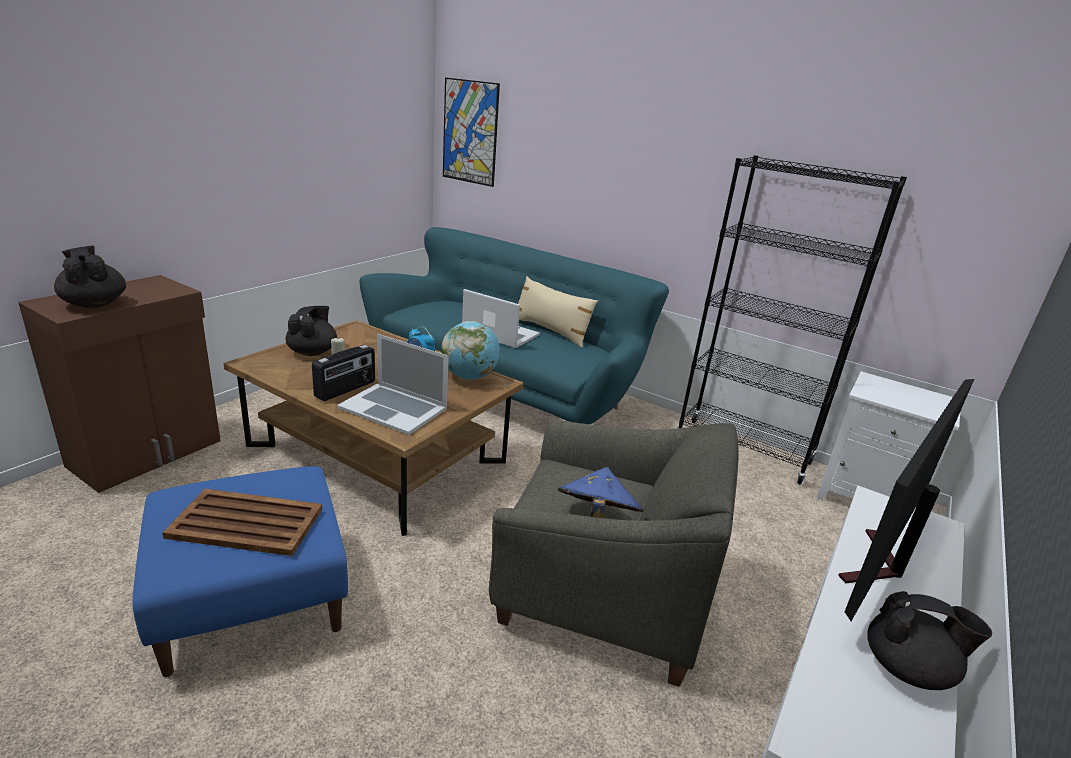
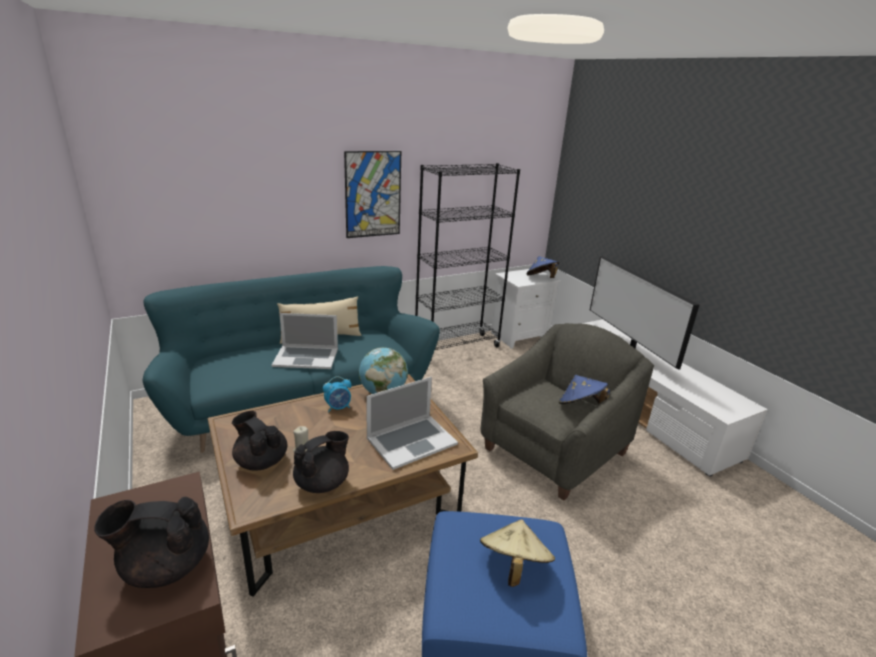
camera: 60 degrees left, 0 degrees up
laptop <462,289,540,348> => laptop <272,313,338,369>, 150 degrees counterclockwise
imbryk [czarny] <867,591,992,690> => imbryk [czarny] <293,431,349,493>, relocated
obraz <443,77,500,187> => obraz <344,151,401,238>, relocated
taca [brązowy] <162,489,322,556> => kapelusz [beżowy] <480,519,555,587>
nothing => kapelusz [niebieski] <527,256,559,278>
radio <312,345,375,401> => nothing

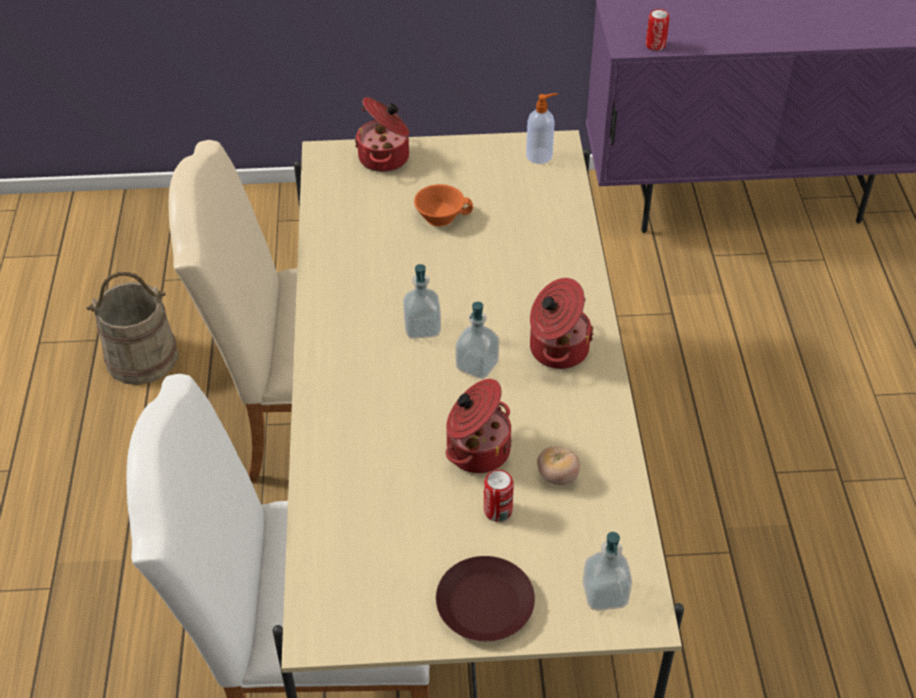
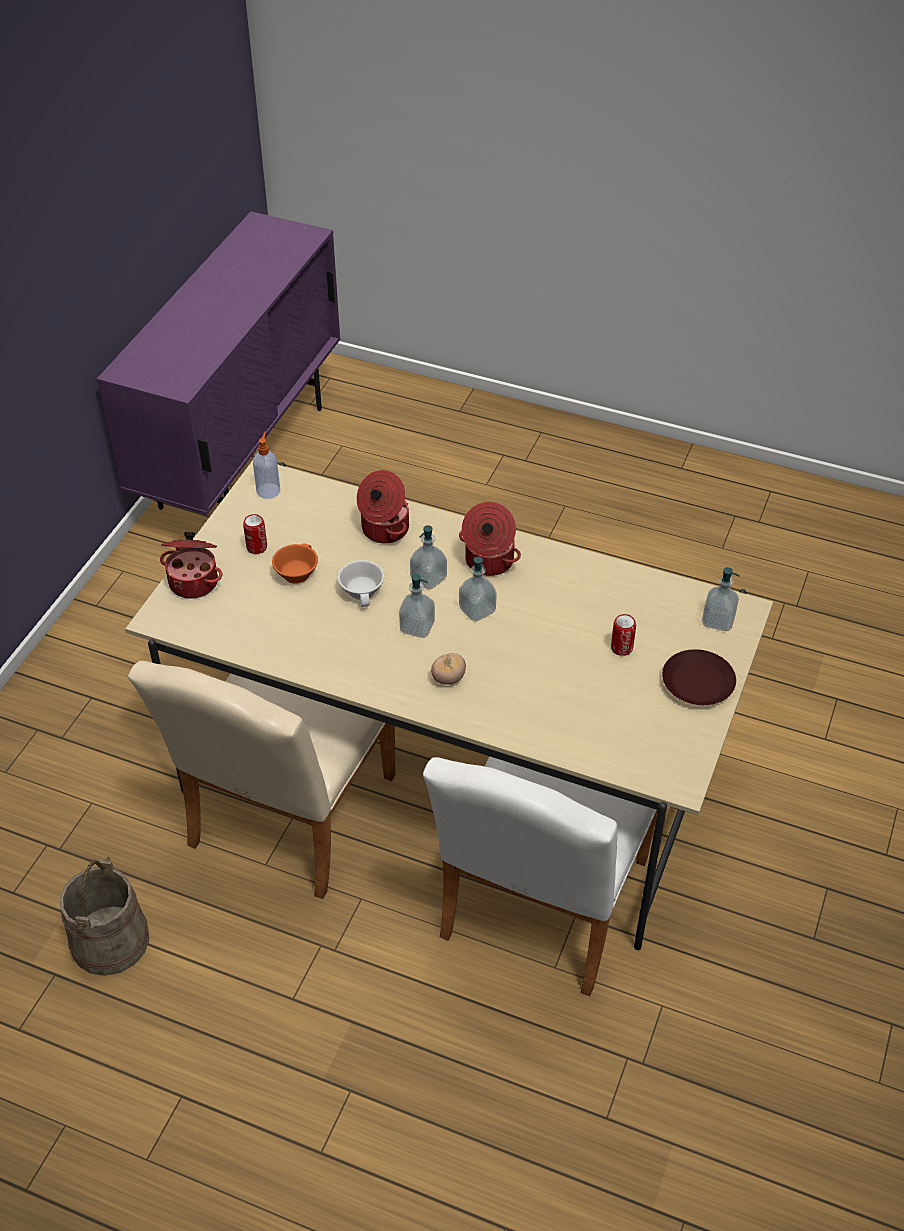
camera: 65 degrees left, 0 degrees up
puszka <646,9,669,51> => puszka <243,514,267,554>, relocated
nothing => filiżanka [biały] <338,560,384,607>
garnek <446,379,512,473> => garnek <357,470,409,543>, relocated
nothing => dozownik mydła <410,525,447,590>
pomidor <537,446,580,485> => pomidor <431,653,466,685>, relocated

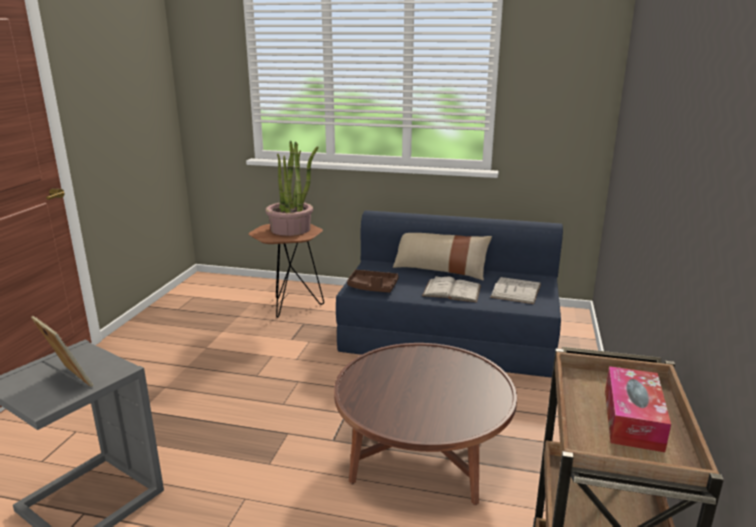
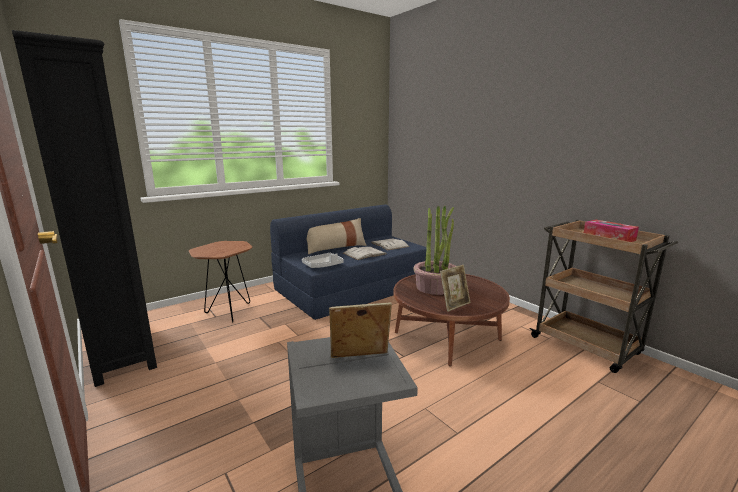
camera: 50 degrees left, 5 degrees down
nothing => regał [czarny] <12,30,157,387>
taca [brązowy] <347,270,399,293> => taca [szary] <302,253,344,268>
roślina doniczkowa <265,141,318,236> => roślina doniczkowa <413,205,456,295>, relocated
nothing => ramka na zdjęcie <440,265,471,312>

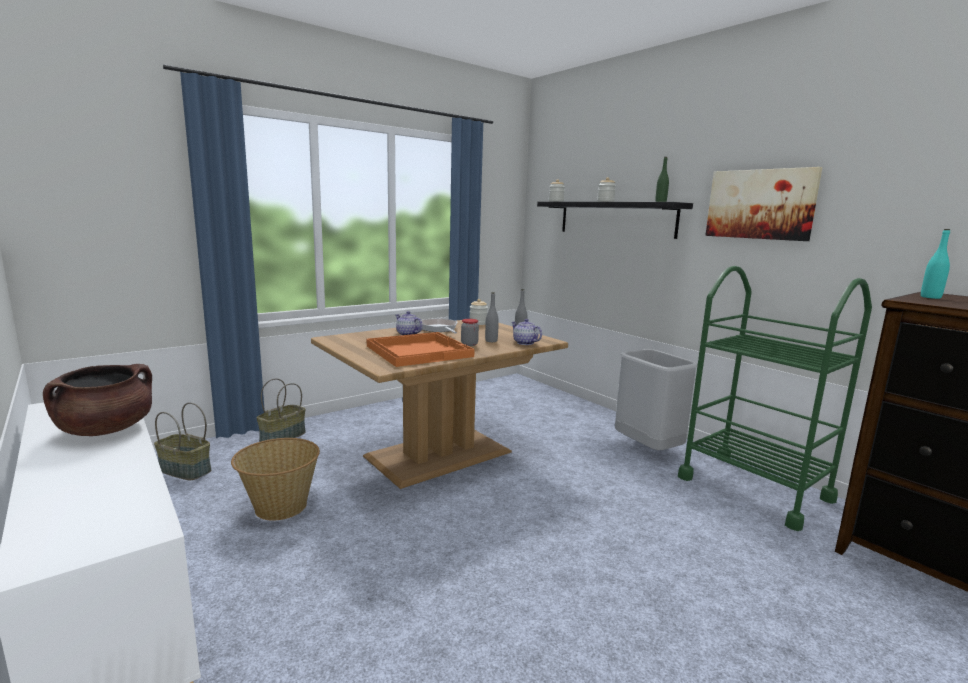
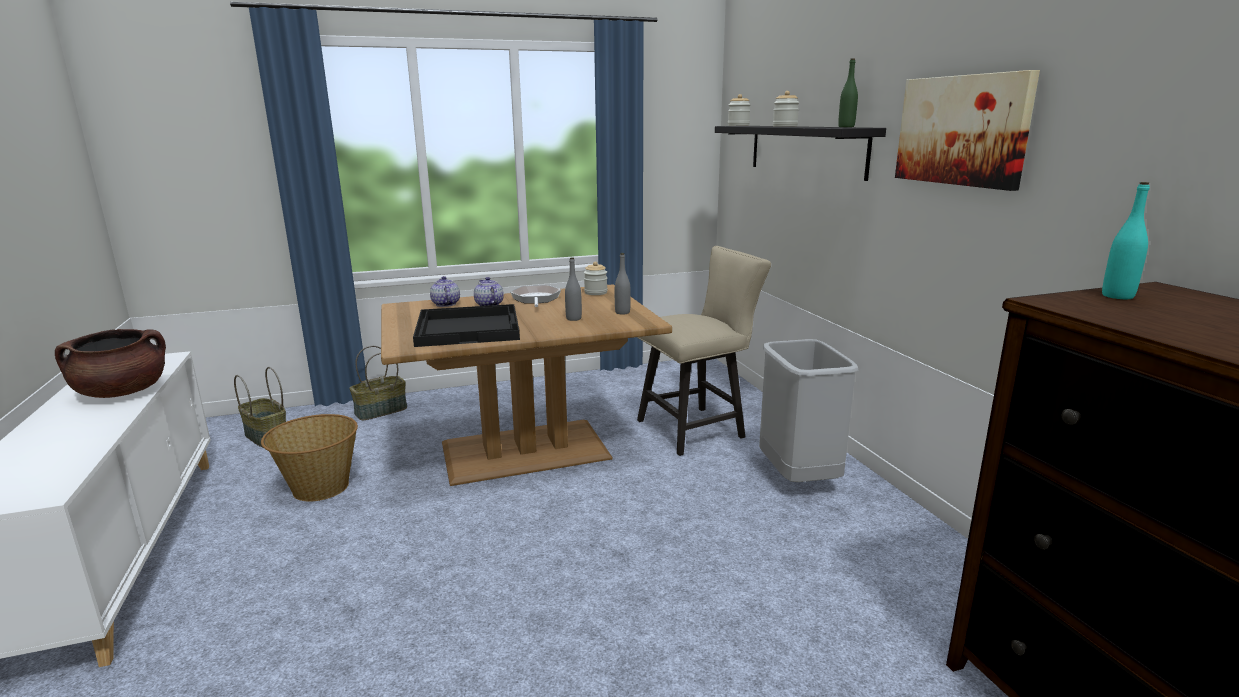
camera: 20 degrees right, 5 degrees up
taca [pomarańczowy] <367,332,475,367> => taca [czarny] <413,304,520,347>
imbryk <511,319,542,345> => imbryk <430,276,460,307>, relocated
nothing => krzesło [beżowy] <637,246,771,456>
słoik <461,319,479,346> => nothing
wózek [zielony] <678,266,872,531> => nothing

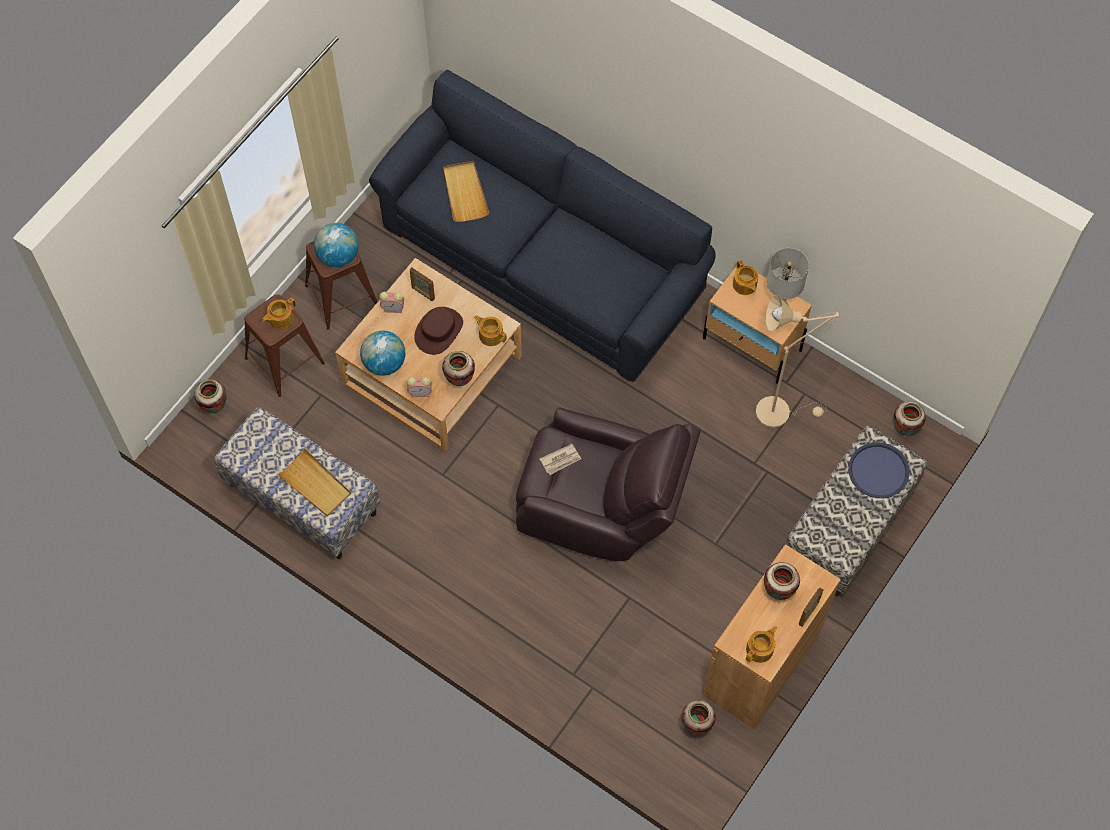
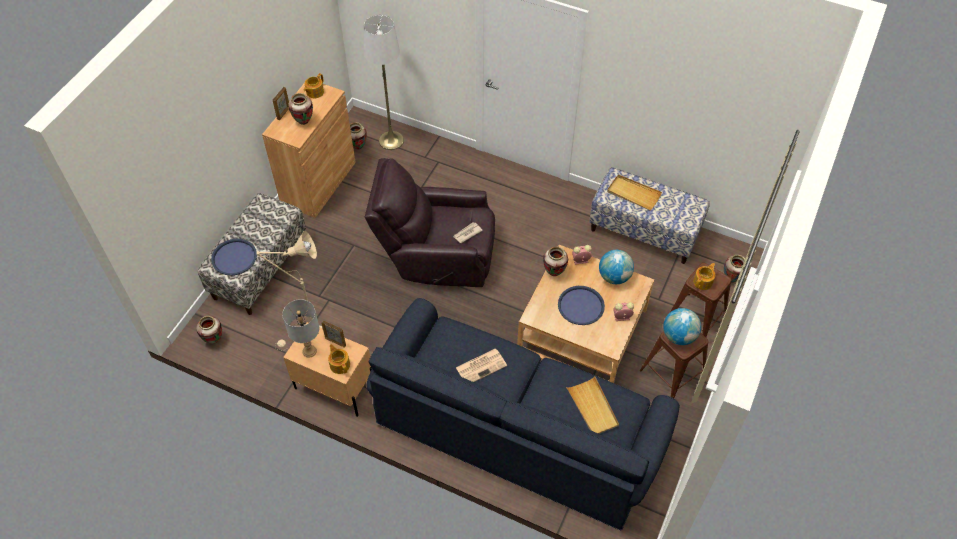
camera: 170 degrees right, 10 degrees down
ramka na zdjęcie <410,267,435,301> => ramka na zdjęcie <321,321,346,348>, relocated
nothing => lampa stojąca [biały] <364,15,404,150>
nothing => gazeta <456,349,507,382>
kapelusz [brązowy] <414,307,463,355> => taca [niebieski] <558,286,605,325>
imbryk <474,315,507,346> => nothing

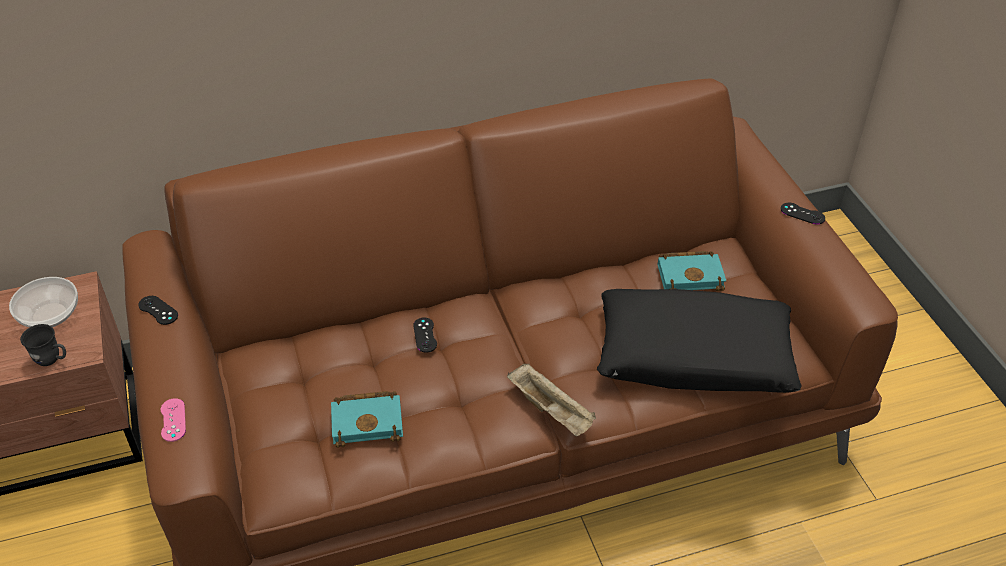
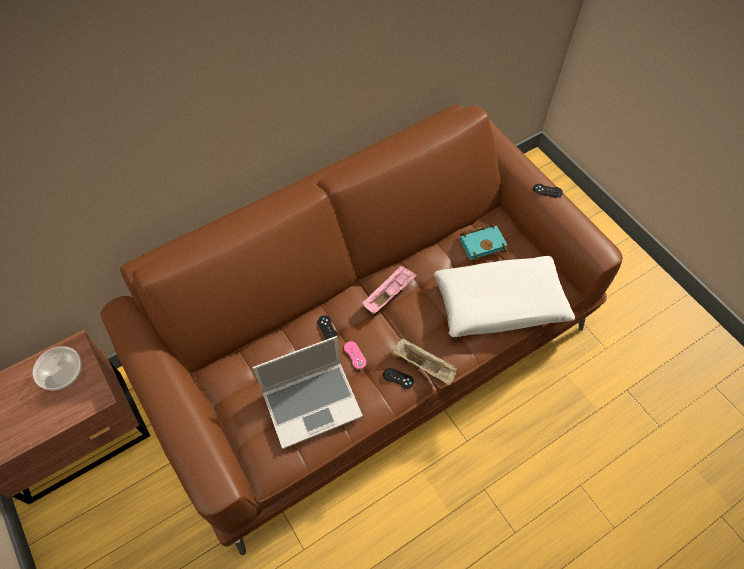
camera: 15 degrees left, 15 degrees up
książka [turkusowy] <331,391,403,448> => laptop <253,336,363,449>
pad do gier [różowy] <161,398,186,442> => pad do gier [różowy] <344,341,366,369>, relocated
nothing => taca [różowy] <363,265,417,314>
pad do gier [czarny] <138,296,178,325> => pad do gier [czarny] <383,368,414,389>, relocated
poduszka [czarny] <597,289,802,393> => poduszka [biały] <434,256,575,337>
kubek [szary] <20,324,66,366> => nothing

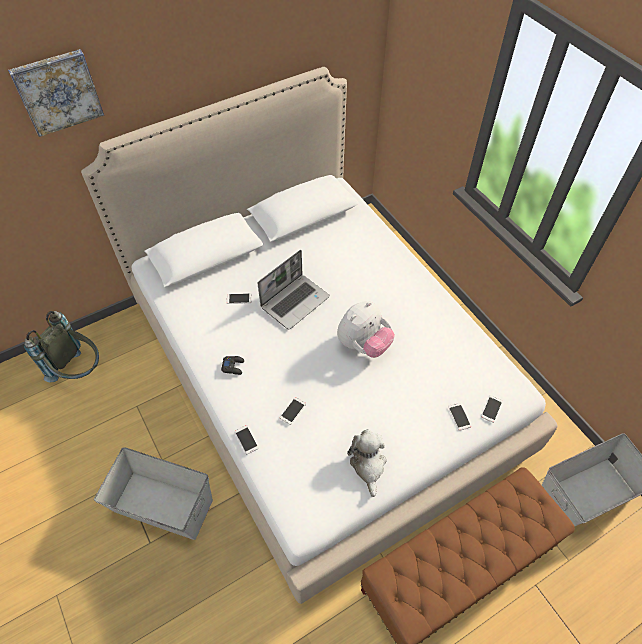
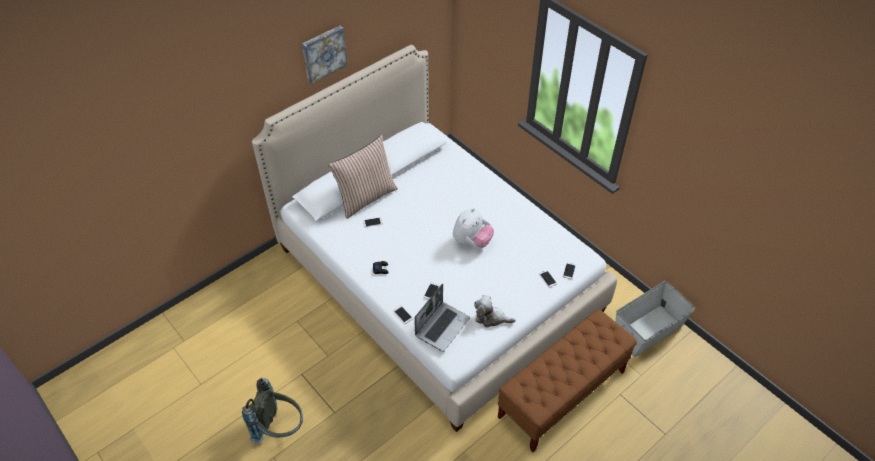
camera: 10 degrees left, 5 degrees down
plecak [szary] <24,311,99,383> => plecak [szary] <242,378,303,443>, relocated
obraz <8,49,104,137> => obraz <302,26,348,84>, relocated
nothing => poduszka <328,135,398,219>
laptop <257,250,330,330> => laptop <414,283,470,352>, relocated
pluszak <347,429,387,497> => pluszak <474,295,516,328>, 60 degrees counterclockwise
pojemnik do przechowywania [szary] <94,447,213,540> => nothing

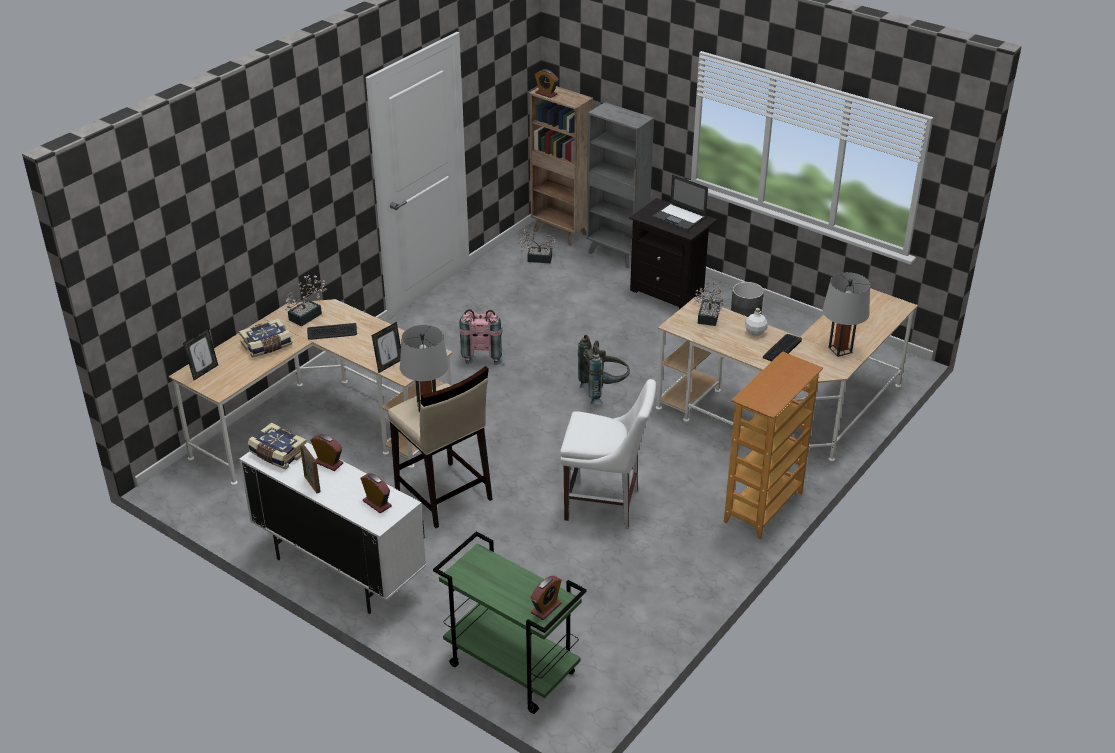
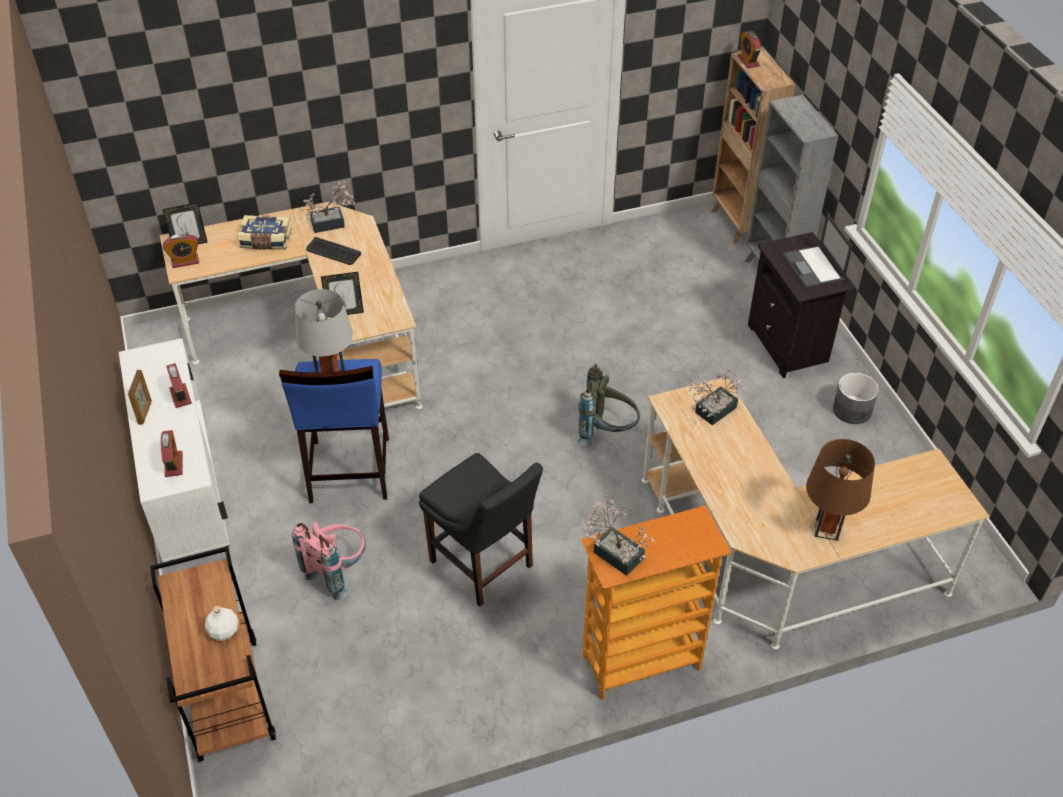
camera: 35 degrees right, 10 degrees up
wózek [zielony] <433,531,587,714> => wózek [brązowy] <150,546,276,762>
budzik <530,576,562,620> => budzik <163,234,199,268>, relocated
butelka [biały] <745,308,768,336> => butelka [biały] <205,606,238,641>, relocated
stołek [beżowy] <388,366,493,528> => stołek [niebieski] <279,359,389,503>
plecak [różowy] <459,309,504,365> => plecak [różowy] <292,522,366,600>, relocated
krzesło [biały] <560,379,656,529> => krzesło [czarny] <419,453,543,607>
roślina doniczkowa <518,225,558,263> => roślina doniczkowa <582,494,655,576>, relocated
lampa stołowa [szary] <823,272,870,357> => lampa stołowa [brązowy] <806,439,875,541>
książka <248,423,307,470> => nothing
klawiatura <763,334,802,362> => nothing

